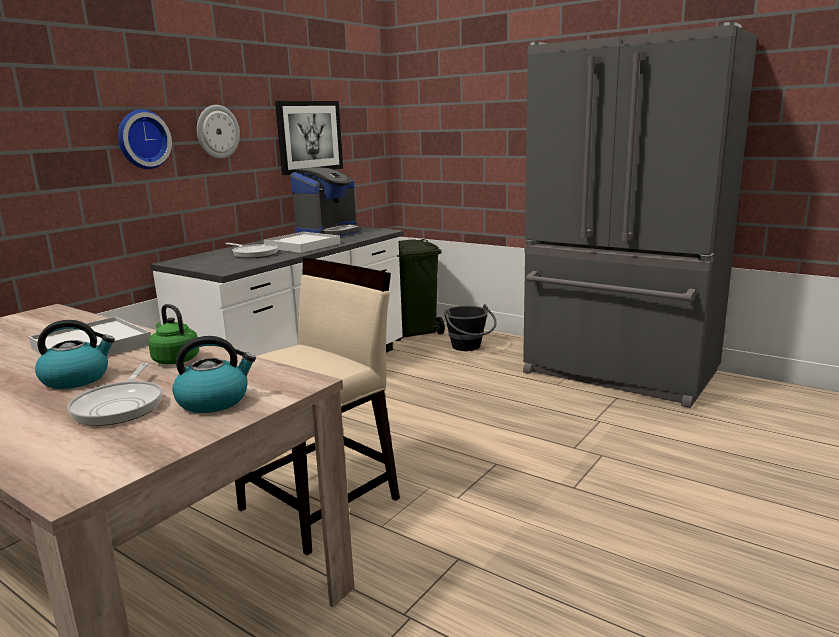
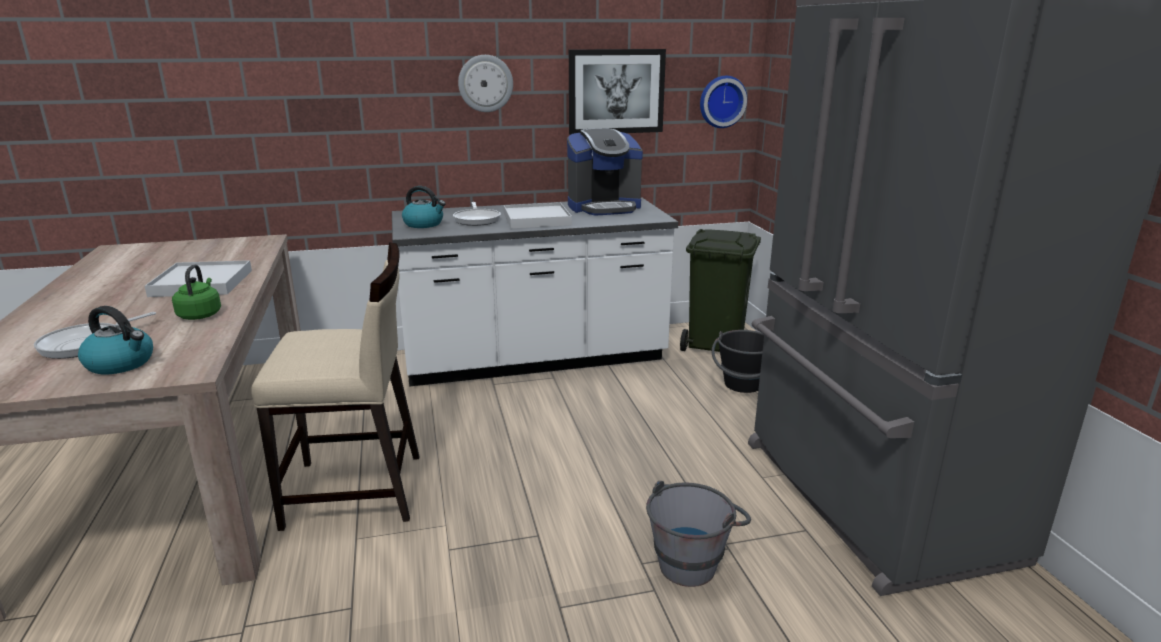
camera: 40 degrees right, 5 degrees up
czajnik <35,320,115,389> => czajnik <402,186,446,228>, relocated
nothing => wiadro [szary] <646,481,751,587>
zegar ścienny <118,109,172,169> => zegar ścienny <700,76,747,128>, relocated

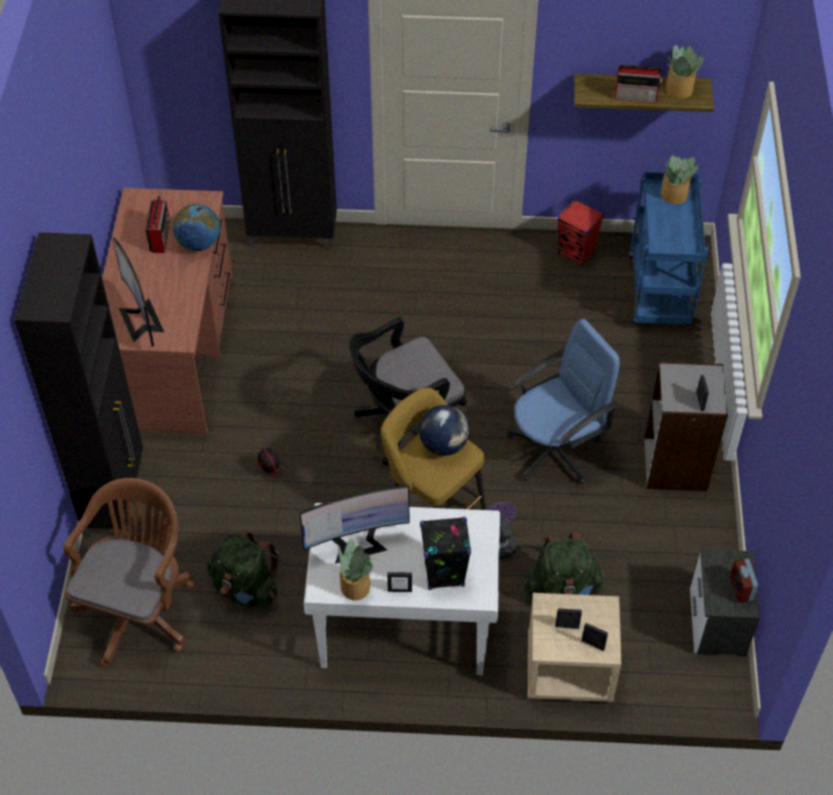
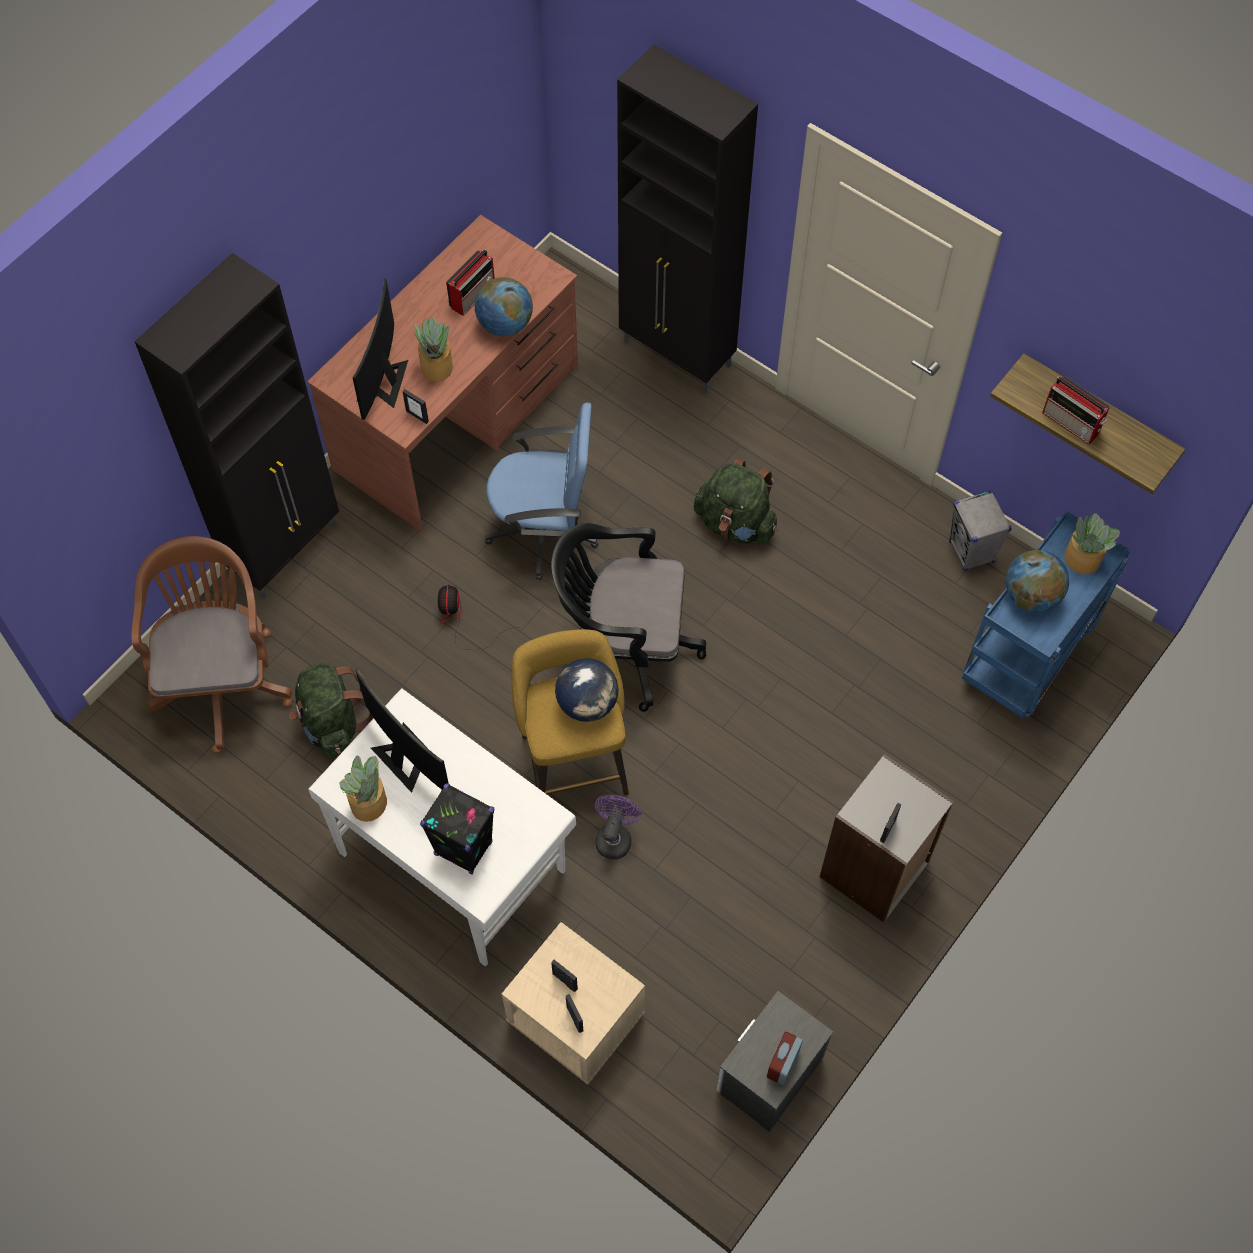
camera: 35 degrees right, 10 degrees up
krzesło biurowe [brązowy] <63,478,195,667> => krzesło biurowe [brązowy] <131,536,292,754>, 60 degrees counterclockwise
monitor <300,485,409,564> => monitor <355,669,449,793>, 150 degrees counterclockwise
ramka na zdjęcie <387,572,412,592> => ramka na zdjęcie <402,389,429,424>, relocated
roślina doniczkowa <666,45,704,98> => roślina doniczkowa <414,317,453,382>, relocated
krzesło biurowe [niebieski] <507,319,620,484> => krzesło biurowe [niebieski] <485,402,599,580>, relocated
plecak [zielony] <524,532,605,600> => plecak [zielony] <694,458,777,544>, relocated
głośnik [czerwony] <557,199,604,266> => głośnik [szary] <949,490,1012,571>
nothing => globus <1006,550,1069,612>

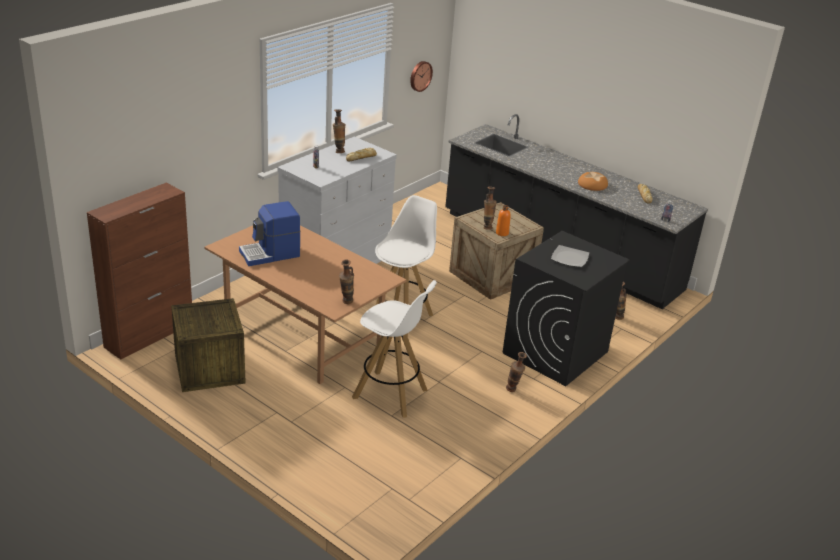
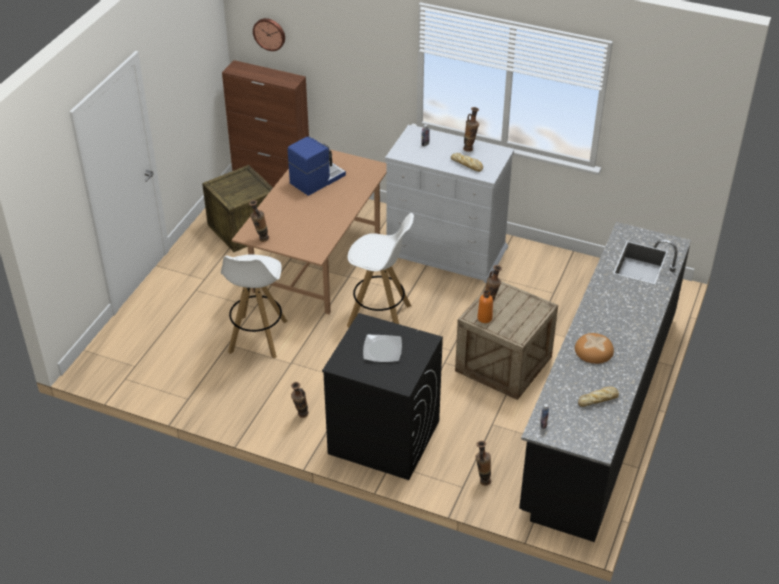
camera: 75 degrees right, 10 degrees up
zegar ścienny <410,61,433,92> => zegar ścienny <253,18,285,51>, relocated
ekspres do kawy <239,201,301,266> => ekspres do kawy <288,137,346,196>, 90 degrees clockwise

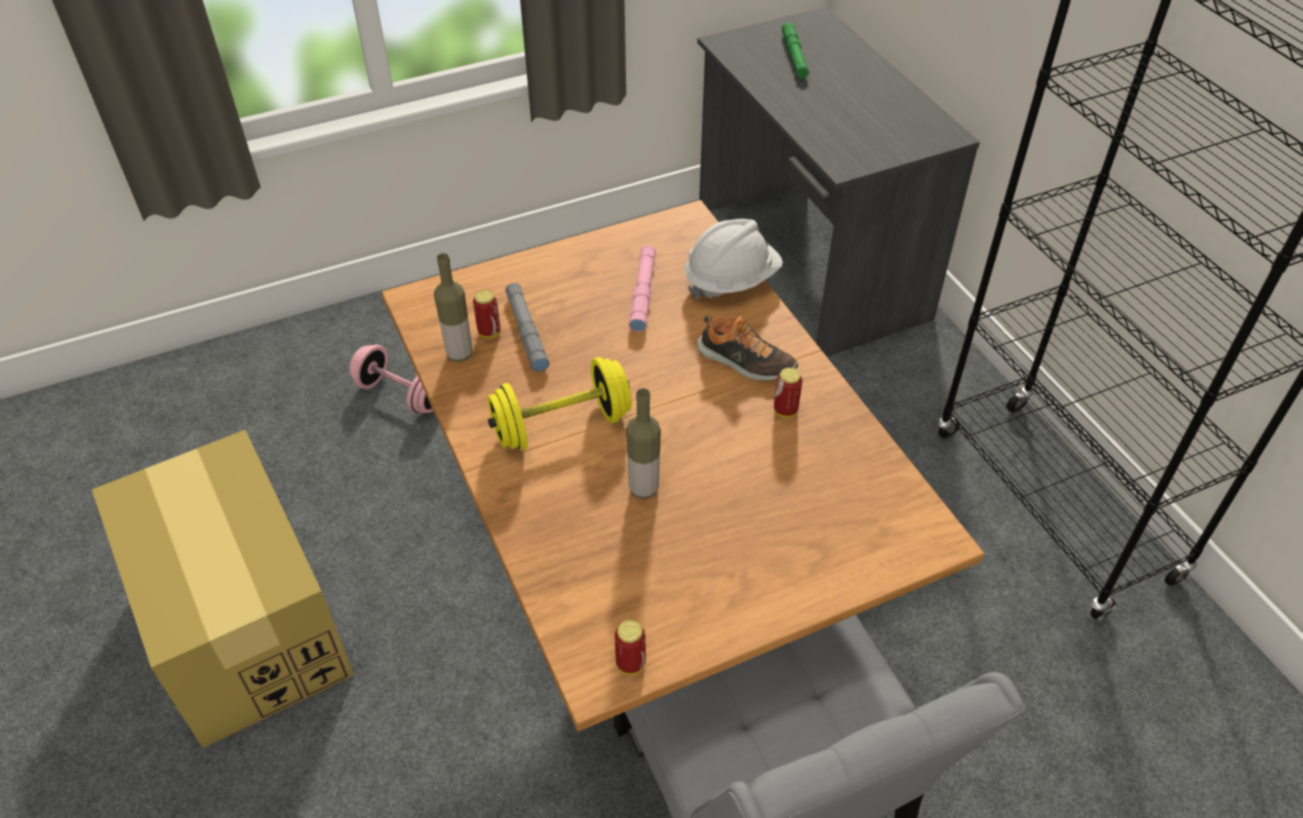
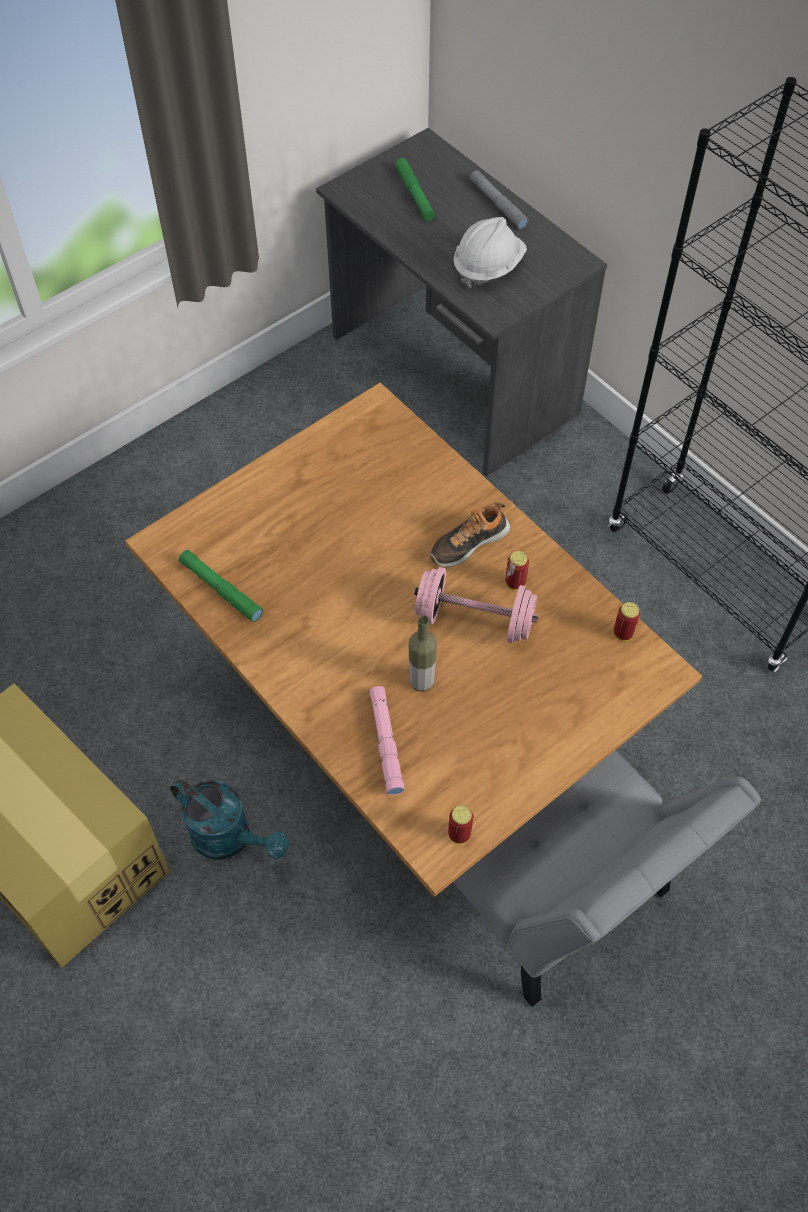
camera: 15 degrees left, 10 degrees up
nothing => konewka [turkusowy] <170,779,289,860>
butelka <434,253,473,362> => latarka [zielony] <179,550,263,622>
latarka [różowy] <629,245,656,332> => latarka [różowy] <369,686,405,795>, relocated
hantel [różowy] <349,345,433,414> => hantel [różowy] <415,567,538,643>, relocated
but <697,315,798,381> => but <430,502,510,567>, 135 degrees clockwise
kask [biały] <684,219,783,300> => kask [biały] <454,217,527,288>, relocated
latarka [szary] <505,283,549,372> => latarka [szary] <470,170,529,229>, relocated
puszka <473,290,500,338> => puszka <614,602,641,641>, relocated
hantel [żółty] <488,357,632,450> => nothing

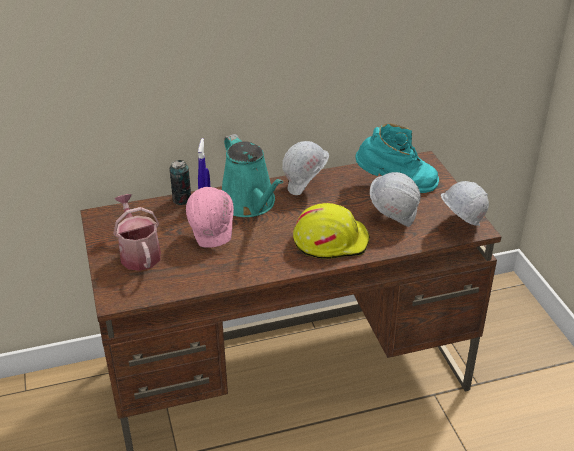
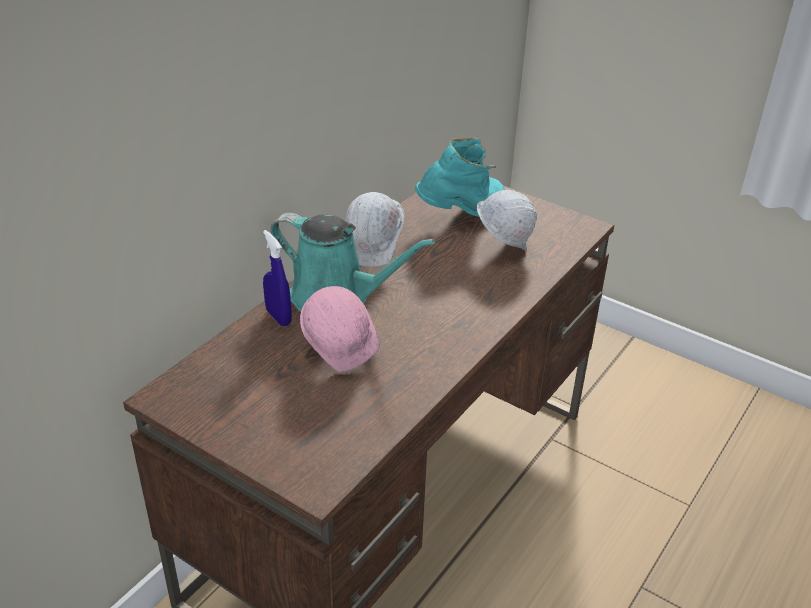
camera: 40 degrees left, 0 degrees up
konewka <113,194,161,271> => nothing
puszka <170,160,191,205> => nothing
kask [żółty] <293,203,370,259> => nothing
kask [biały] <441,181,489,226> => nothing

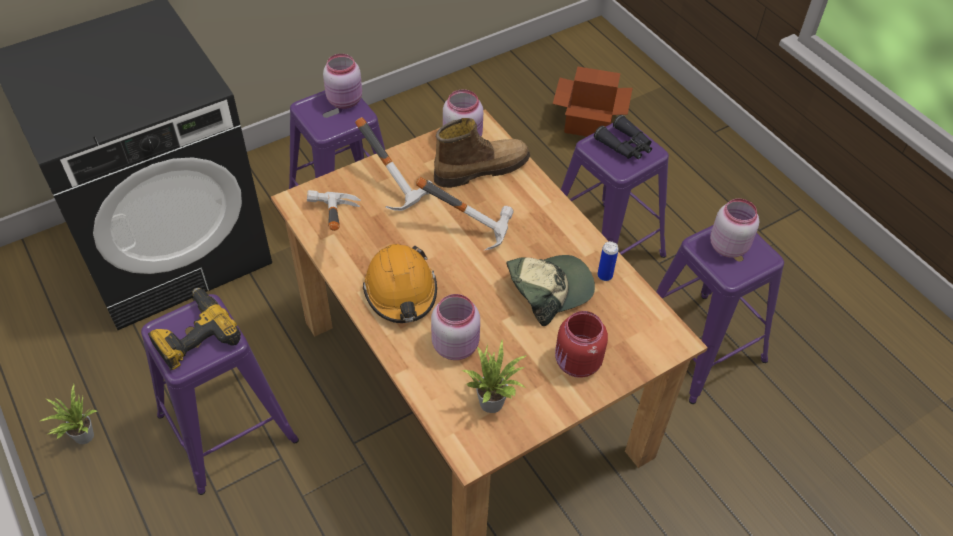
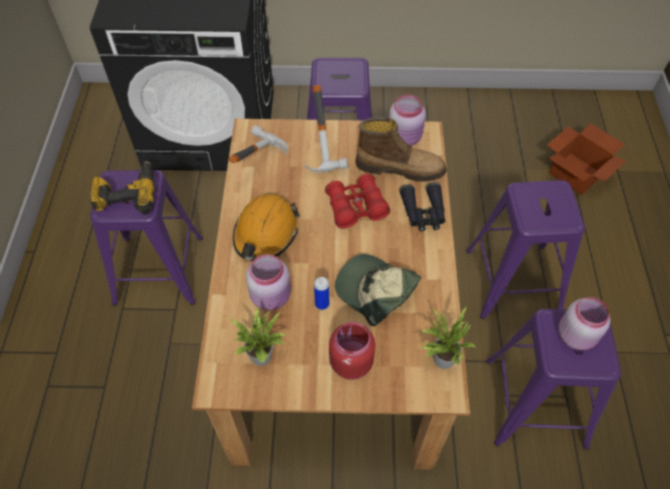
camera: 35 degrees right, 5 degrees up
puszka <597,241,619,281> => puszka <314,277,329,310>, relocated
młotek <416,177,514,250> => lornetka [czerwony] <325,173,390,229>
czapka z daszkiem <506,255,595,326> => czapka z daszkiem <335,254,421,327>, 150 degrees counterclockwise
lornetka [czarny] <594,115,652,159> => lornetka [czarny] <399,182,445,231>, relocated
roślina doniczkowa <39,384,98,444> => roślina doniczkowa <420,307,475,369>, relocated
słoik [różowy] <323,54,362,109> => nothing

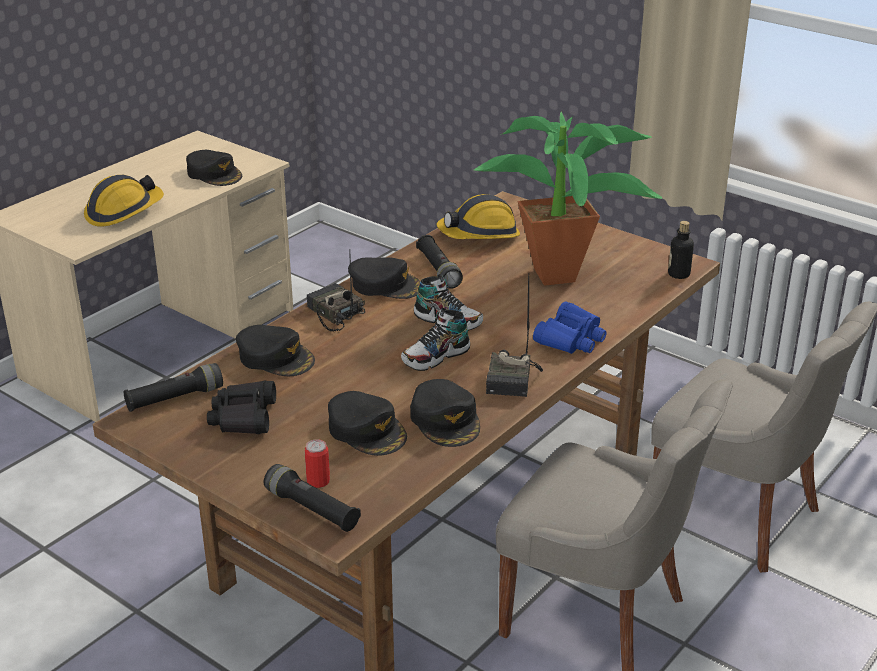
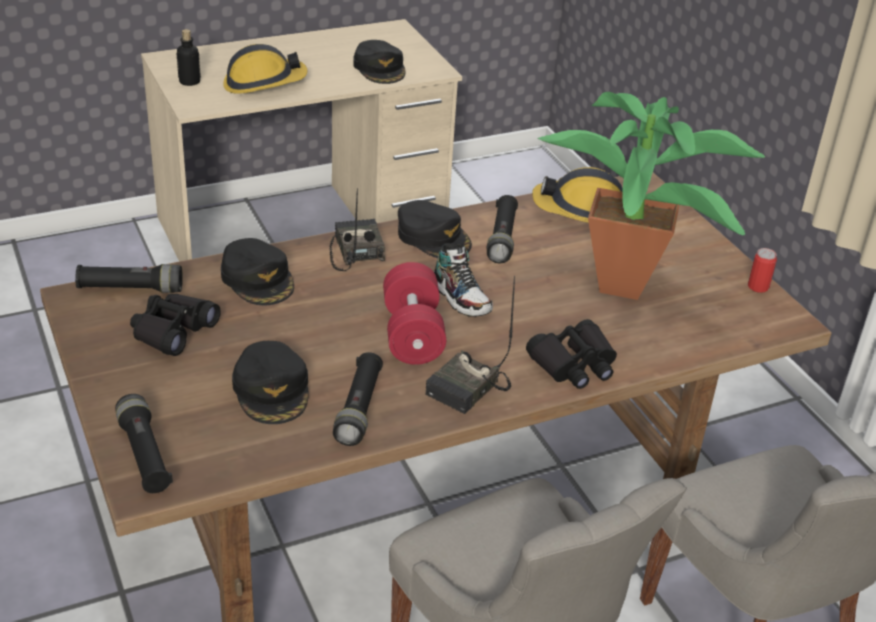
camera: 25 degrees right, 5 degrees up
butelka <668,221,694,279> => butelka <176,29,201,86>, relocated
czapka z daszkiem [czarny] <410,379,480,447> => latarka [czarny] <333,352,383,446>
but <401,308,470,371> => hantel [czerwony] <383,262,446,365>
lornetka [niebieski] <533,302,607,354> => lornetka [czarny] <526,319,617,389>
puszka <305,439,330,488> => puszka <748,248,777,293>, relocated

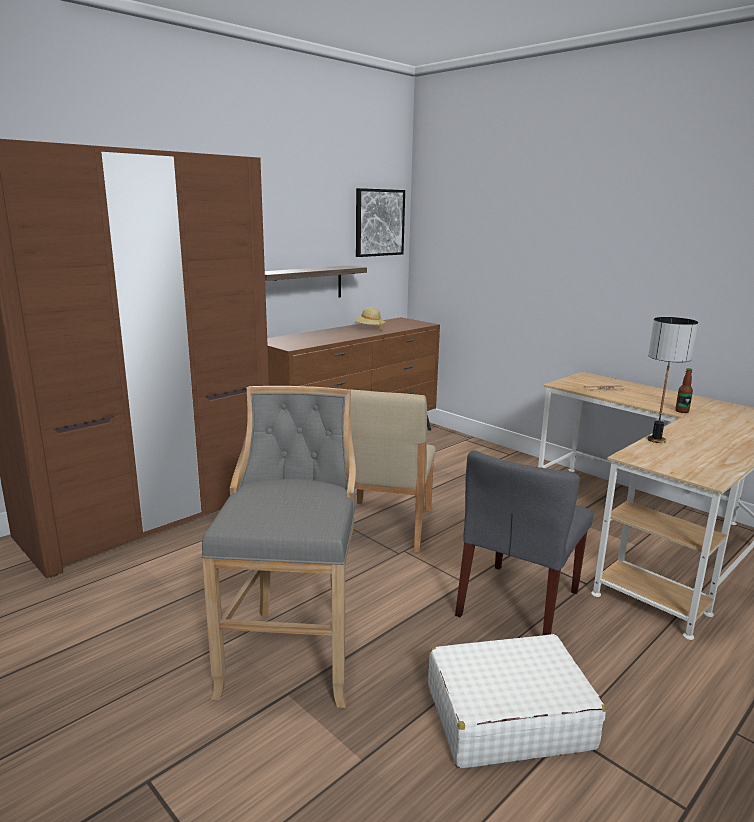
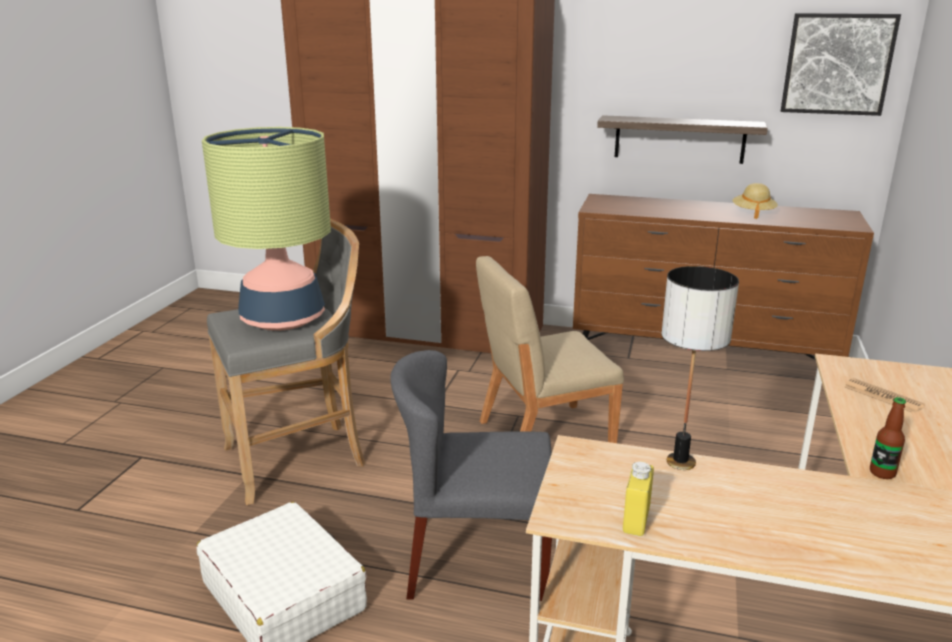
camera: 60 degrees right, 5 degrees up
nothing => lampa stołowa <202,127,331,331>
nothing => butelka [żółty] <623,461,654,536>

